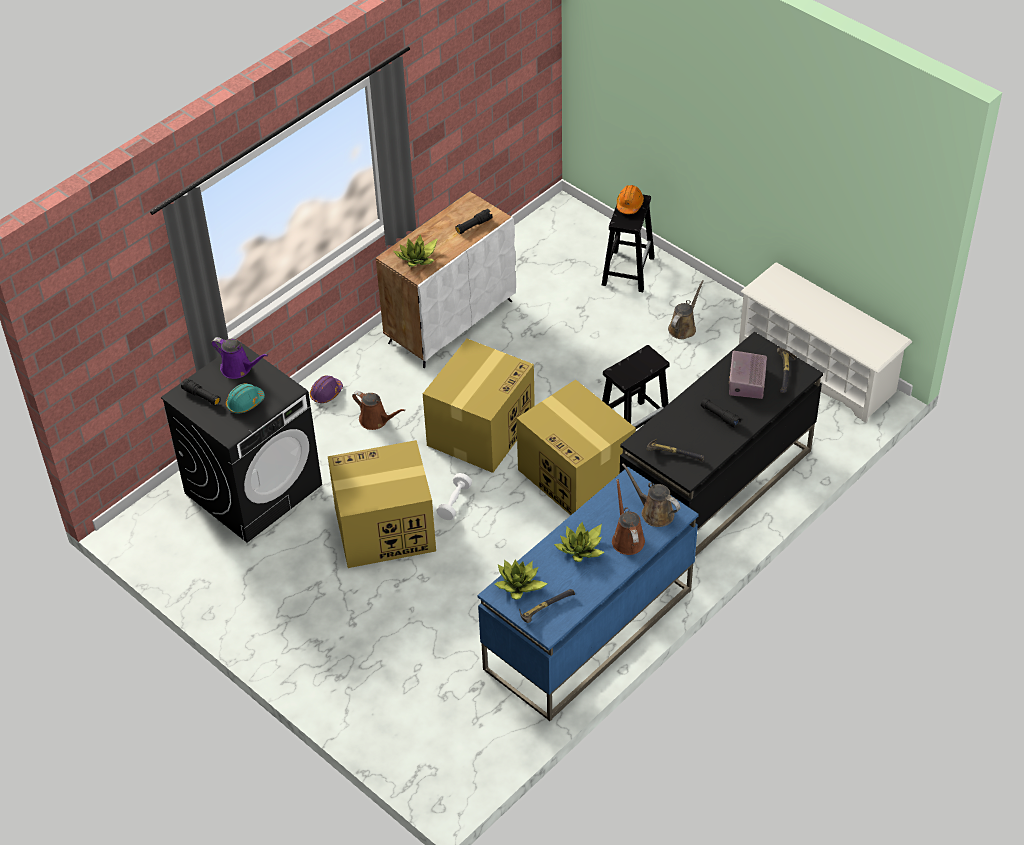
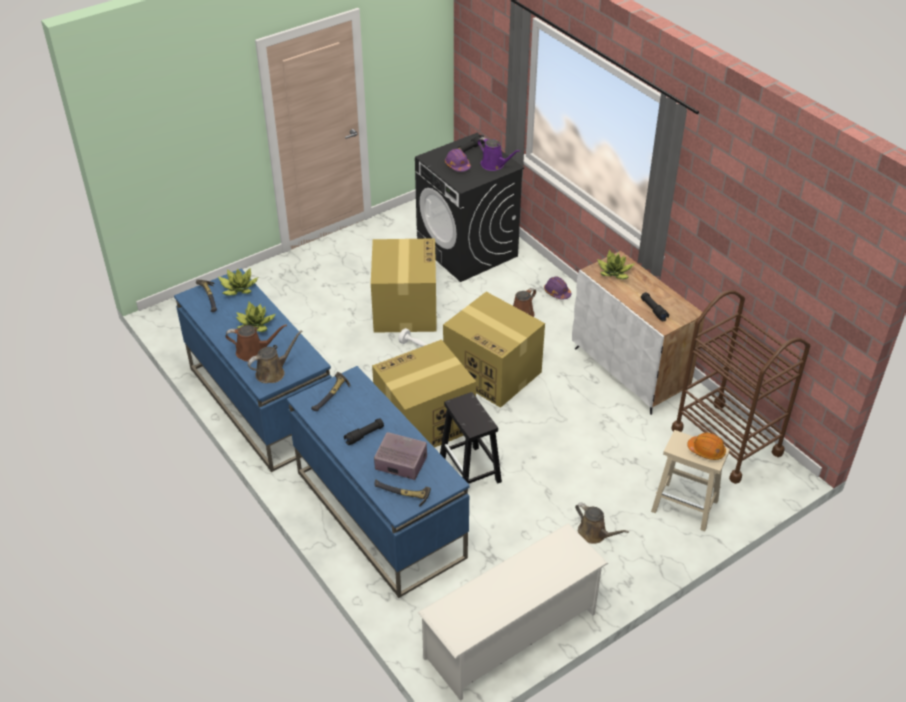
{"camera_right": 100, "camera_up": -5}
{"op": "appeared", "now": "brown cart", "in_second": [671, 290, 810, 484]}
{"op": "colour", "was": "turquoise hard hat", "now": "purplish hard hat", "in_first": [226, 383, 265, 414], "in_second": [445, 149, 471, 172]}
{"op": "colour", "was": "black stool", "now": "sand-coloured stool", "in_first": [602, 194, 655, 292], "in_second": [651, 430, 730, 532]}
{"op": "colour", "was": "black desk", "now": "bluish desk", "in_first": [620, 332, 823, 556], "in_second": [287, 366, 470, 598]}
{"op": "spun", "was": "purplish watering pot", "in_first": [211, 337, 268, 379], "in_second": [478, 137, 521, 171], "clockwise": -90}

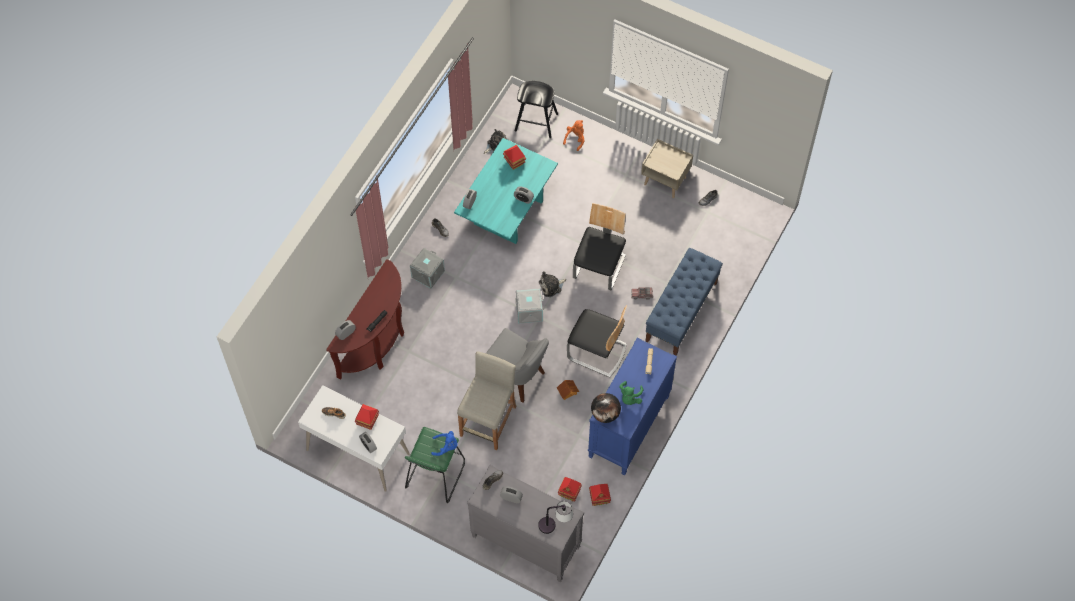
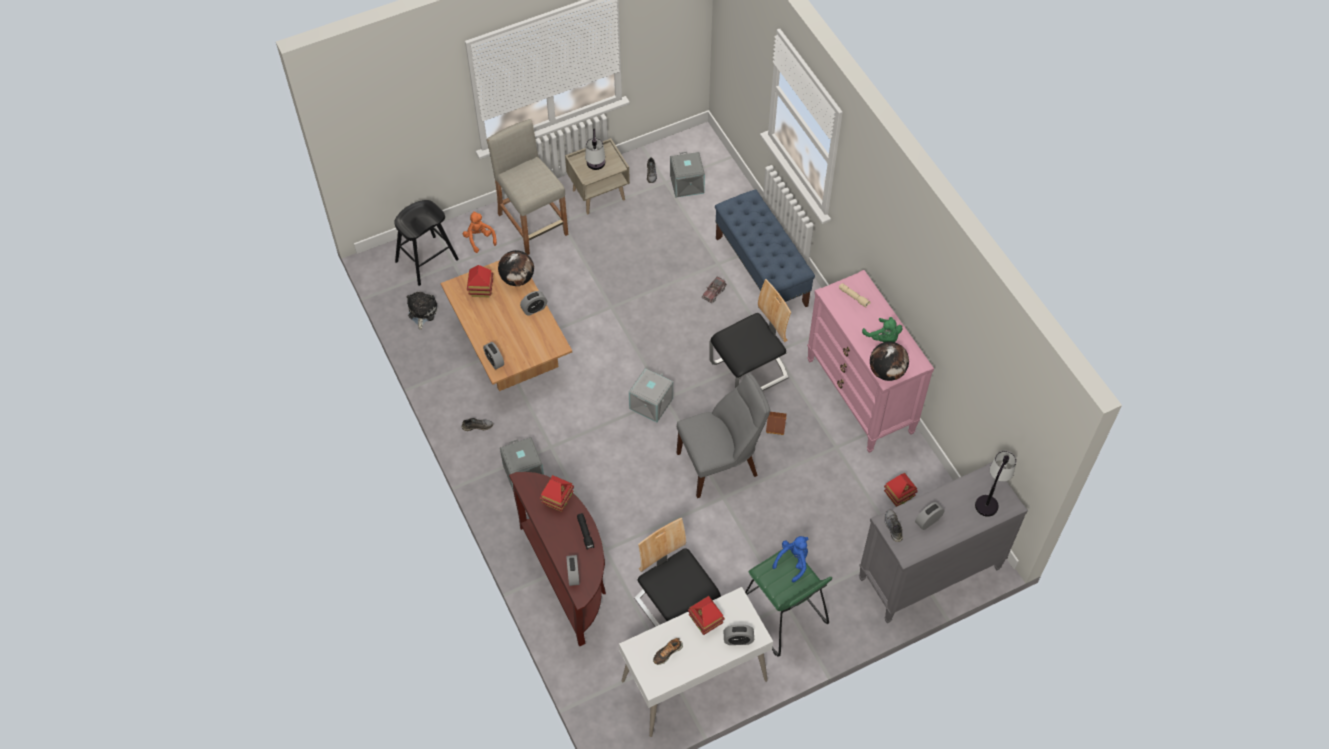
{"camera_right": -55, "camera_up": -5}
{"op": "missing", "was": "plush toy", "in_first": [539, 271, 566, 297]}
{"op": "appeared", "now": "globe", "in_second": [498, 250, 534, 286]}
{"op": "appeared", "now": "table lamp", "in_second": [585, 129, 605, 170]}
{"op": "appeared", "now": "grey storage container", "in_second": [670, 152, 705, 198]}
{"op": "relocated", "was": "sand-coloured stool", "in_first": [457, 351, 516, 450], "in_second": [486, 119, 568, 255]}
{"op": "relocated", "was": "plain chair", "in_first": [573, 203, 626, 290], "in_second": [634, 518, 721, 627]}
{"op": "relocated", "was": "toy house", "in_first": [589, 484, 611, 506], "in_second": [540, 475, 574, 512]}
{"op": "colour", "was": "turquoise coffee table", "now": "brown coffee table", "in_first": [454, 138, 558, 244], "in_second": [441, 260, 572, 391]}
{"op": "colour", "was": "bluish drawer chest", "now": "pink drawer chest", "in_first": [588, 337, 677, 475], "in_second": [807, 270, 934, 453]}

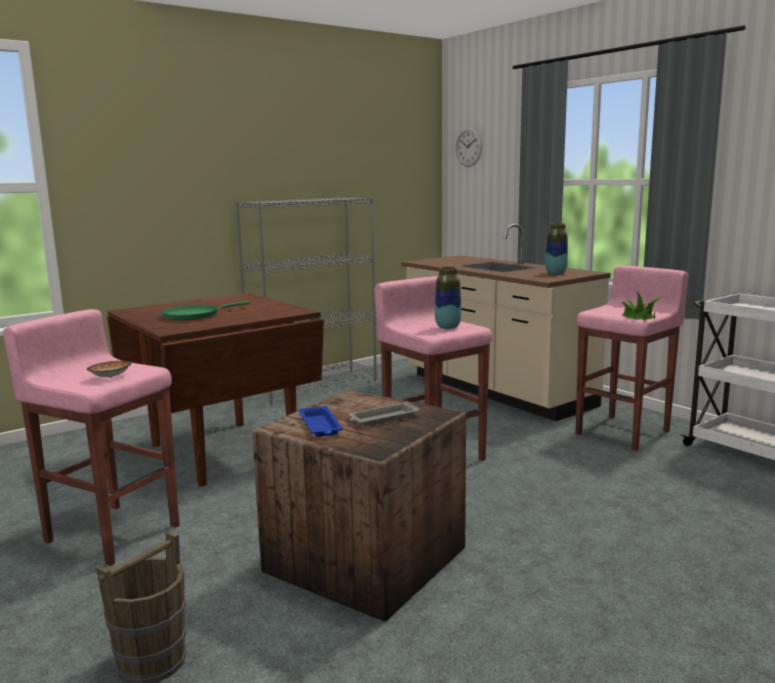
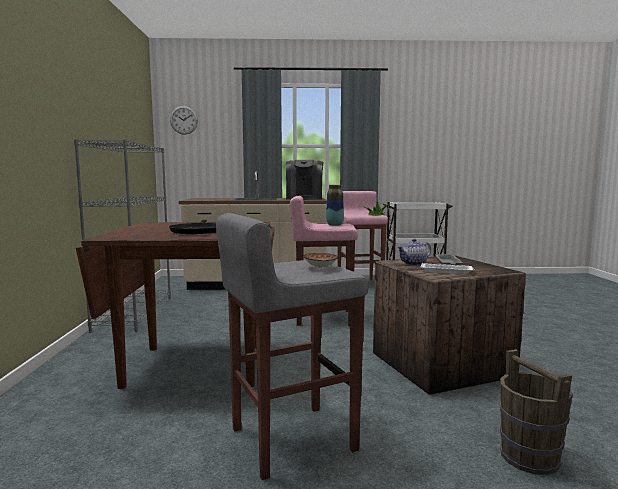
{"camera_right": -55, "camera_up": -5}
{"op": "appeared", "now": "tea pot", "in_second": [397, 239, 431, 266]}
{"op": "exchanged", "was": "flower vase", "now": "coffee machine", "in_first": [545, 223, 568, 275], "in_second": [286, 160, 323, 200]}
{"op": "colour", "was": "pink stool", "now": "grey stool", "in_first": [3, 309, 179, 566], "in_second": [216, 213, 368, 480]}
{"op": "colour", "was": "green-coloured pan", "now": "black pan", "in_first": [161, 301, 250, 320], "in_second": [169, 220, 216, 234]}
{"op": "colour", "was": "bluish tray", "now": "white tray", "in_first": [299, 406, 343, 437], "in_second": [421, 263, 475, 274]}

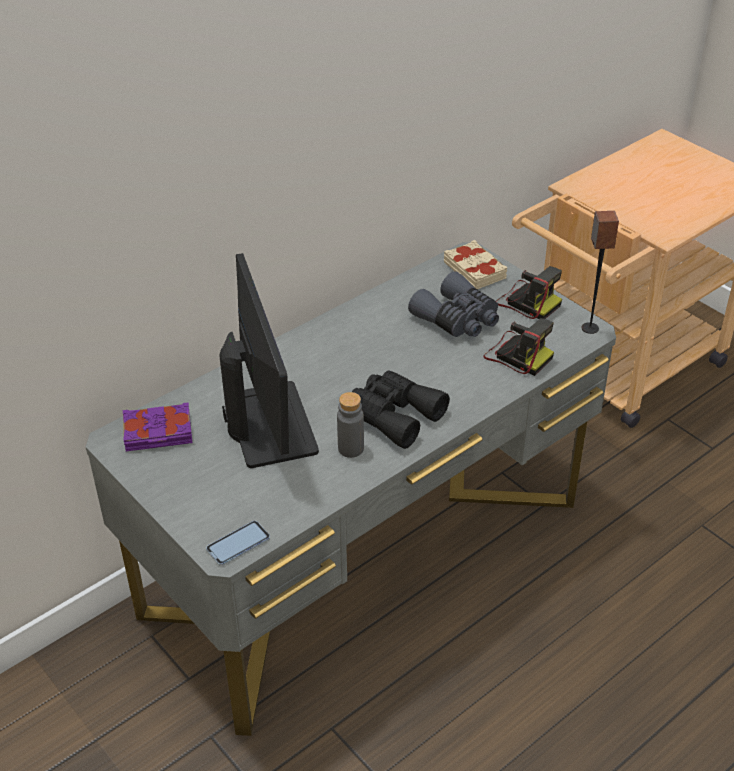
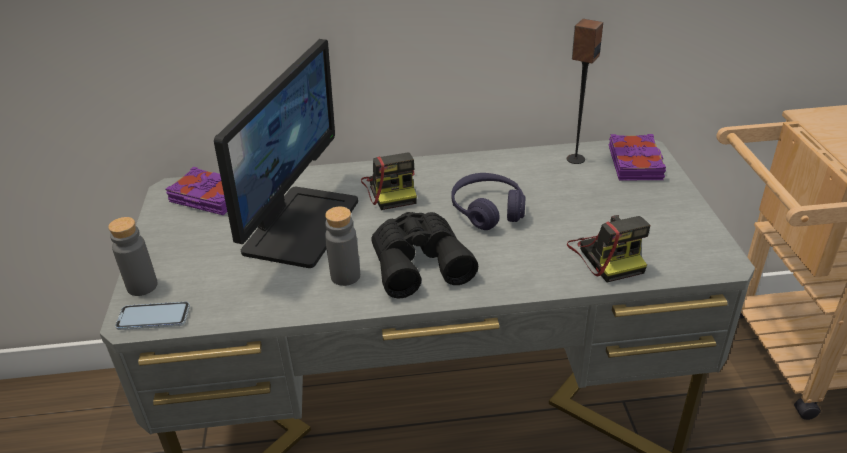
{"camera_right": 35, "camera_up": -5}
{"op": "missing", "was": "grey field glasses", "in_first": [408, 272, 499, 337]}
{"op": "appeared", "now": "grey beverage bottle", "in_second": [108, 217, 158, 296]}
{"op": "appeared", "now": "purplish headset", "in_second": [451, 173, 526, 230]}
{"op": "relocated", "was": "photo camera", "in_first": [496, 266, 562, 319], "in_second": [361, 152, 417, 210]}
{"op": "relocated", "was": "speaker", "in_first": [581, 211, 619, 334], "in_second": [567, 19, 603, 164]}
{"op": "colour", "was": "sand-coloured bound book", "now": "purplish bound book", "in_first": [444, 240, 507, 289], "in_second": [609, 134, 666, 180]}

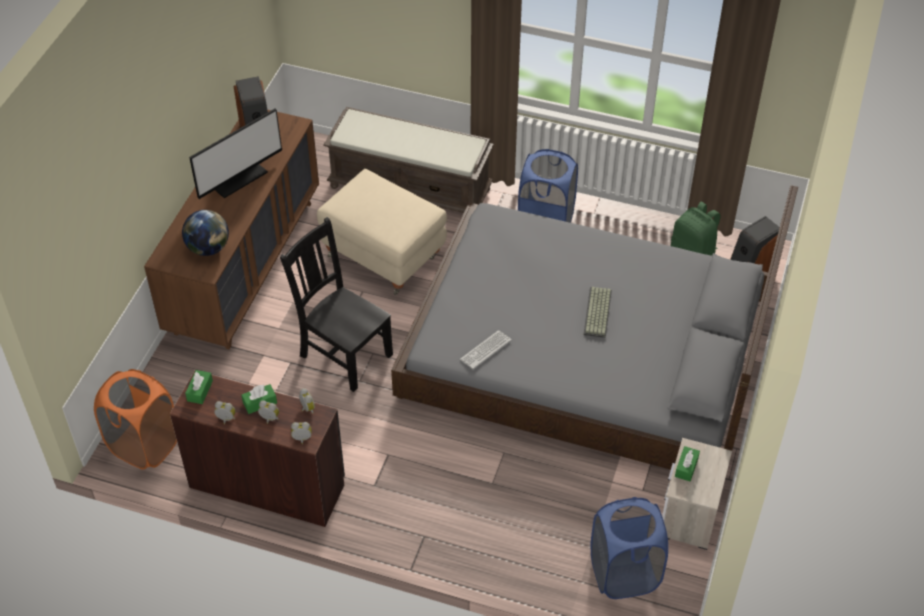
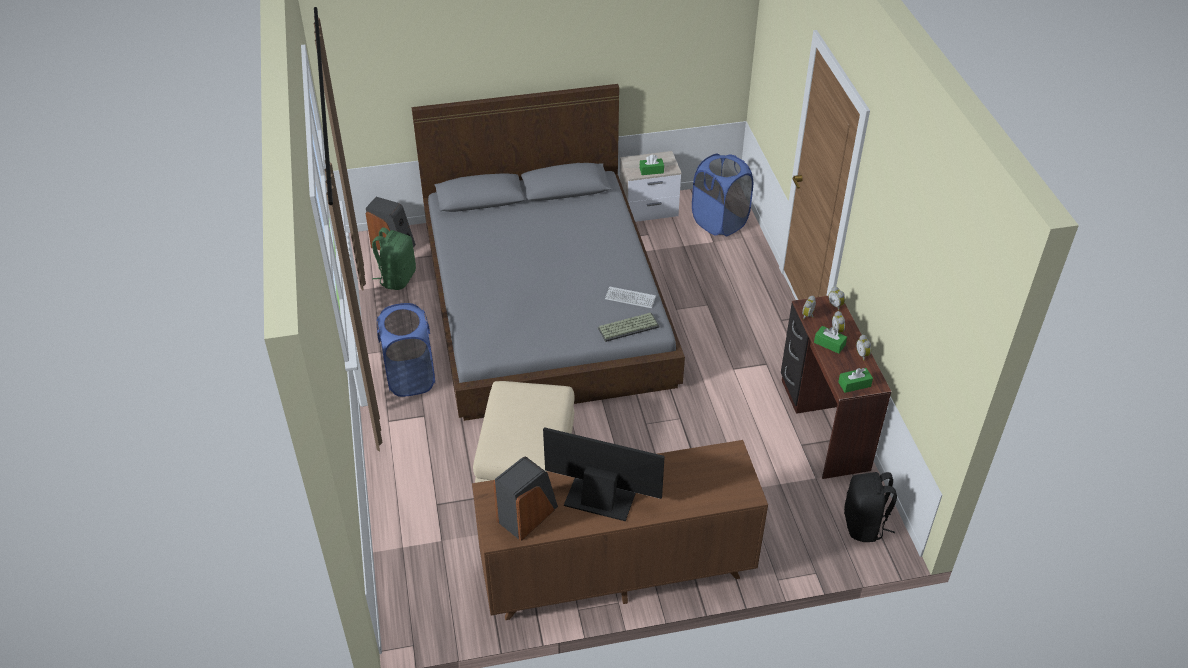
{"camera_right": -120, "camera_up": -5}
{"op": "missing", "was": "globe", "in_first": [182, 210, 229, 256]}
{"op": "missing", "was": "black plain chair", "in_first": [280, 217, 393, 392]}
{"op": "missing", "was": "brown bench", "in_first": [323, 107, 494, 213]}
{"op": "relocated", "was": "PC keyboard", "in_first": [584, 287, 612, 338], "in_second": [598, 313, 660, 342]}
{"op": "exchanged", "was": "orange-coloured washing basket", "now": "black knapsack", "in_first": [94, 369, 177, 470], "in_second": [844, 472, 897, 542]}

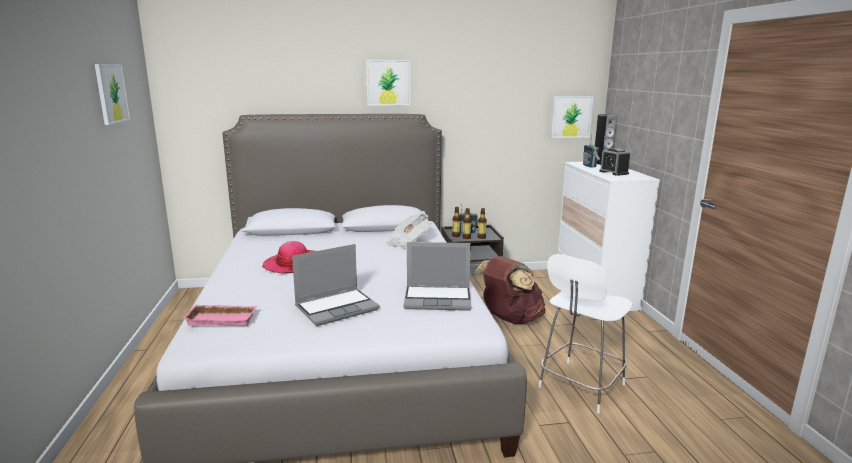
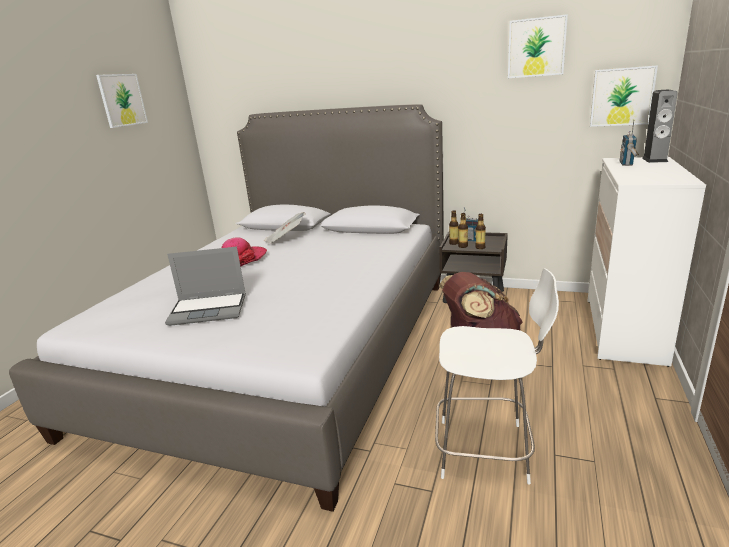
{"camera_right": 30, "camera_up": 5}
{"op": "missing", "was": "pink tray", "in_first": [183, 305, 258, 326]}
{"op": "missing", "was": "portable computer", "in_first": [403, 242, 472, 311]}
{"op": "missing", "was": "alarm clock", "in_first": [599, 148, 630, 176]}
{"op": "relocated", "was": "picture", "in_first": [366, 60, 411, 105], "in_second": [508, 14, 568, 78]}
{"op": "relocated", "was": "printed paper", "in_first": [385, 214, 431, 247], "in_second": [264, 212, 306, 244]}
{"op": "spun", "was": "white plain chair", "in_first": [538, 254, 632, 413], "in_second": [435, 269, 559, 484], "clockwise": -150}

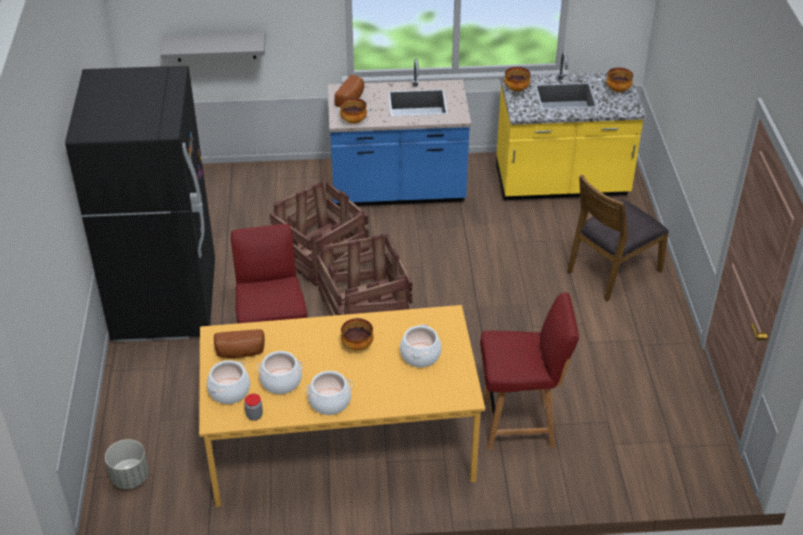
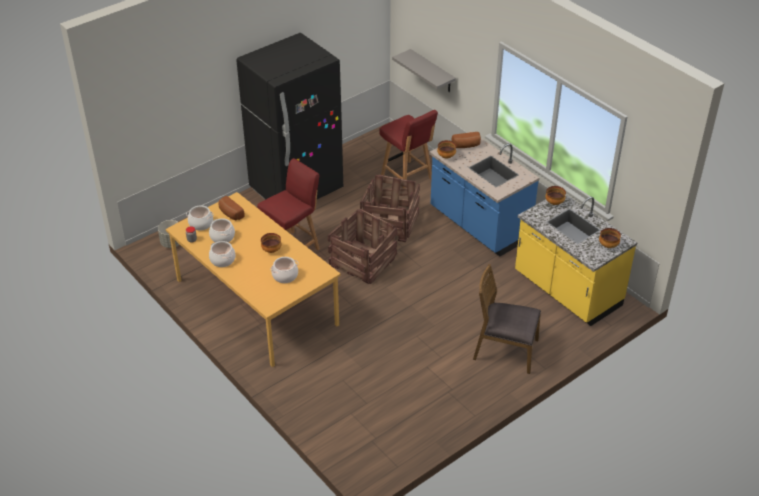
{"camera_right": 55, "camera_up": 0}
{"op": "relocated", "was": "red plain chair", "in_first": [480, 292, 579, 450], "in_second": [379, 110, 438, 188]}

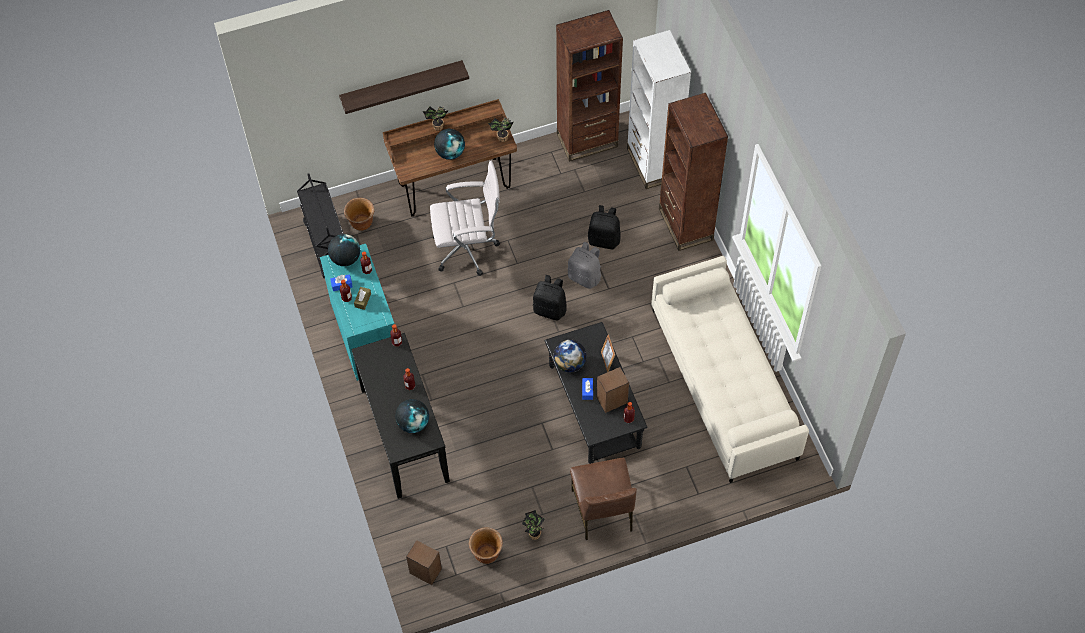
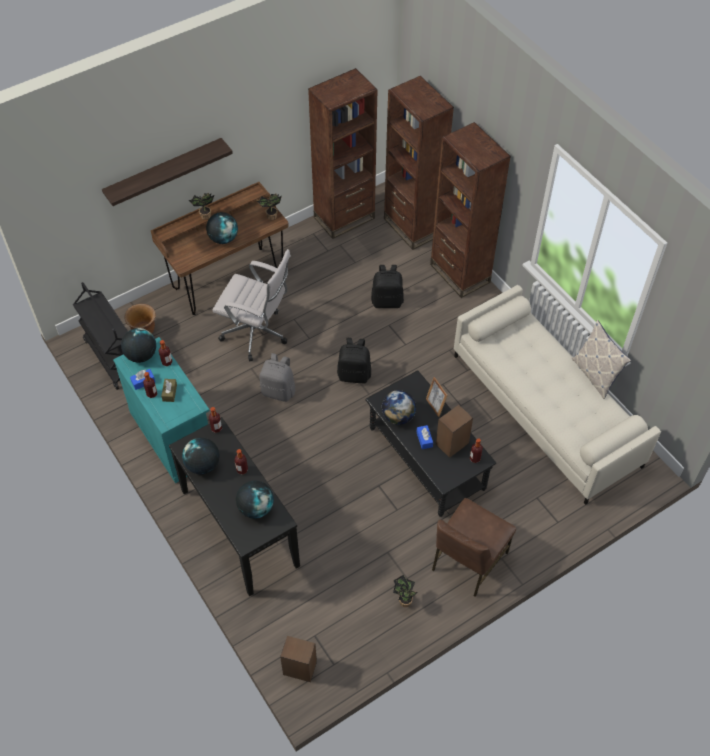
{"camera_right": -15, "camera_up": -5}
{"op": "missing", "was": "brown planter", "in_first": [469, 528, 503, 564]}
{"op": "appeared", "now": "globe", "in_second": [182, 438, 220, 475]}
{"op": "appeared", "now": "throw pillow", "in_second": [572, 320, 631, 399]}
{"op": "relocated", "was": "grey knapsack", "in_first": [567, 242, 601, 289], "in_second": [259, 353, 296, 402]}
{"op": "colour", "was": "white bookcase", "now": "brown bookcase", "in_first": [627, 30, 691, 189], "in_second": [384, 76, 454, 250]}
{"op": "spun", "was": "white office chair", "in_first": [430, 161, 500, 276], "in_second": [212, 249, 291, 361], "clockwise": 45}
{"op": "spun", "was": "brown plain chair", "in_first": [570, 458, 637, 540], "in_second": [432, 498, 516, 597], "clockwise": 60}

